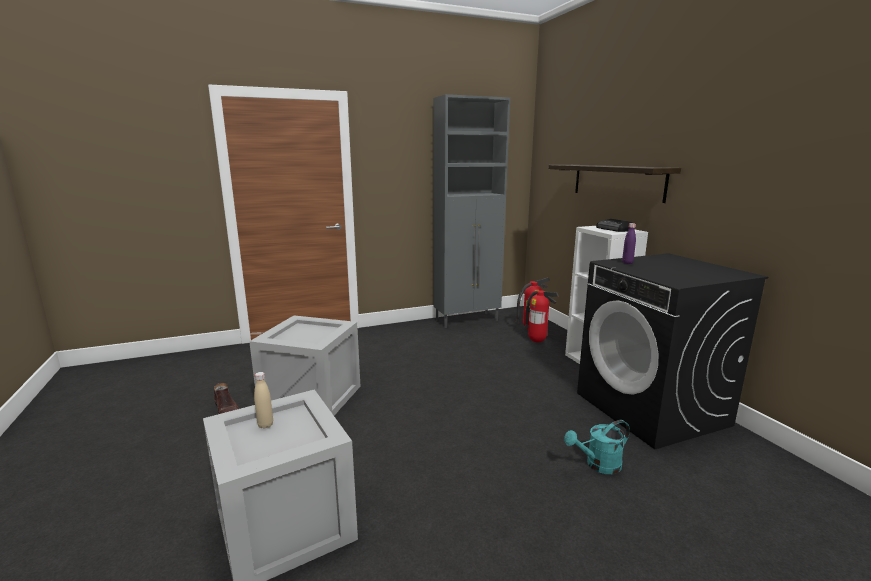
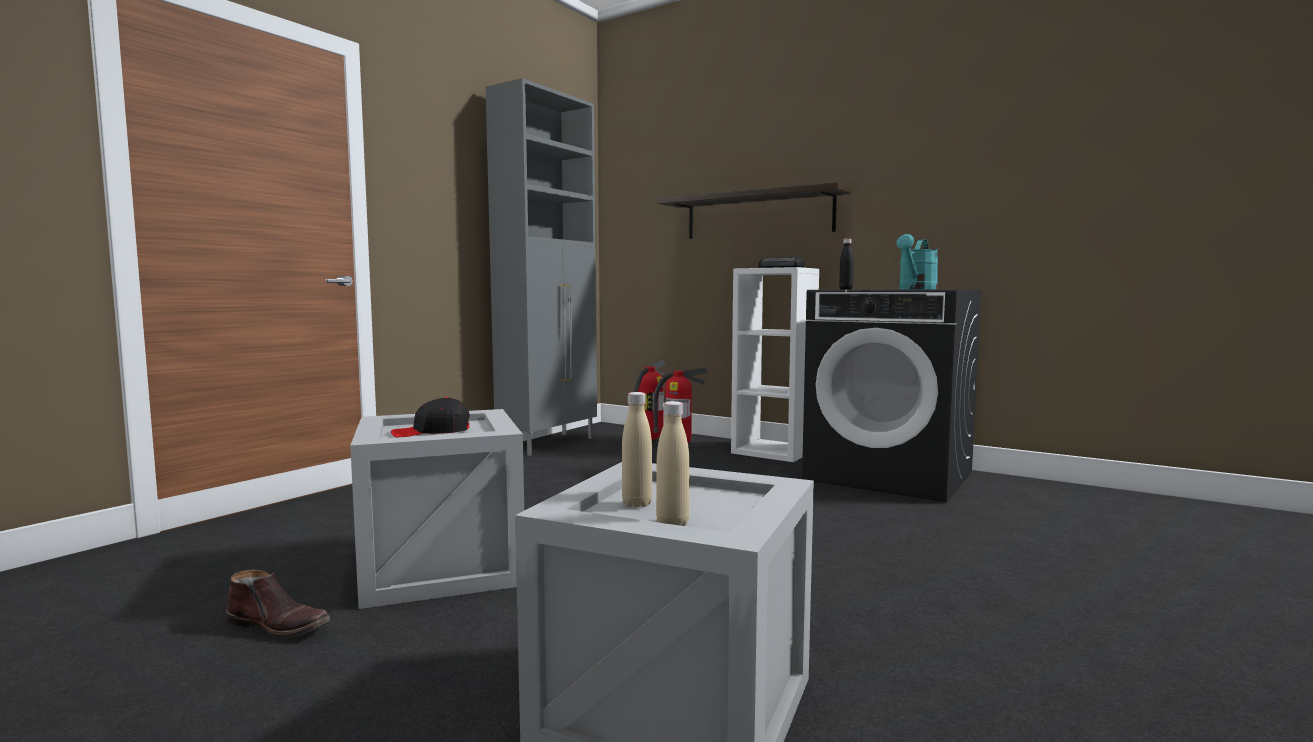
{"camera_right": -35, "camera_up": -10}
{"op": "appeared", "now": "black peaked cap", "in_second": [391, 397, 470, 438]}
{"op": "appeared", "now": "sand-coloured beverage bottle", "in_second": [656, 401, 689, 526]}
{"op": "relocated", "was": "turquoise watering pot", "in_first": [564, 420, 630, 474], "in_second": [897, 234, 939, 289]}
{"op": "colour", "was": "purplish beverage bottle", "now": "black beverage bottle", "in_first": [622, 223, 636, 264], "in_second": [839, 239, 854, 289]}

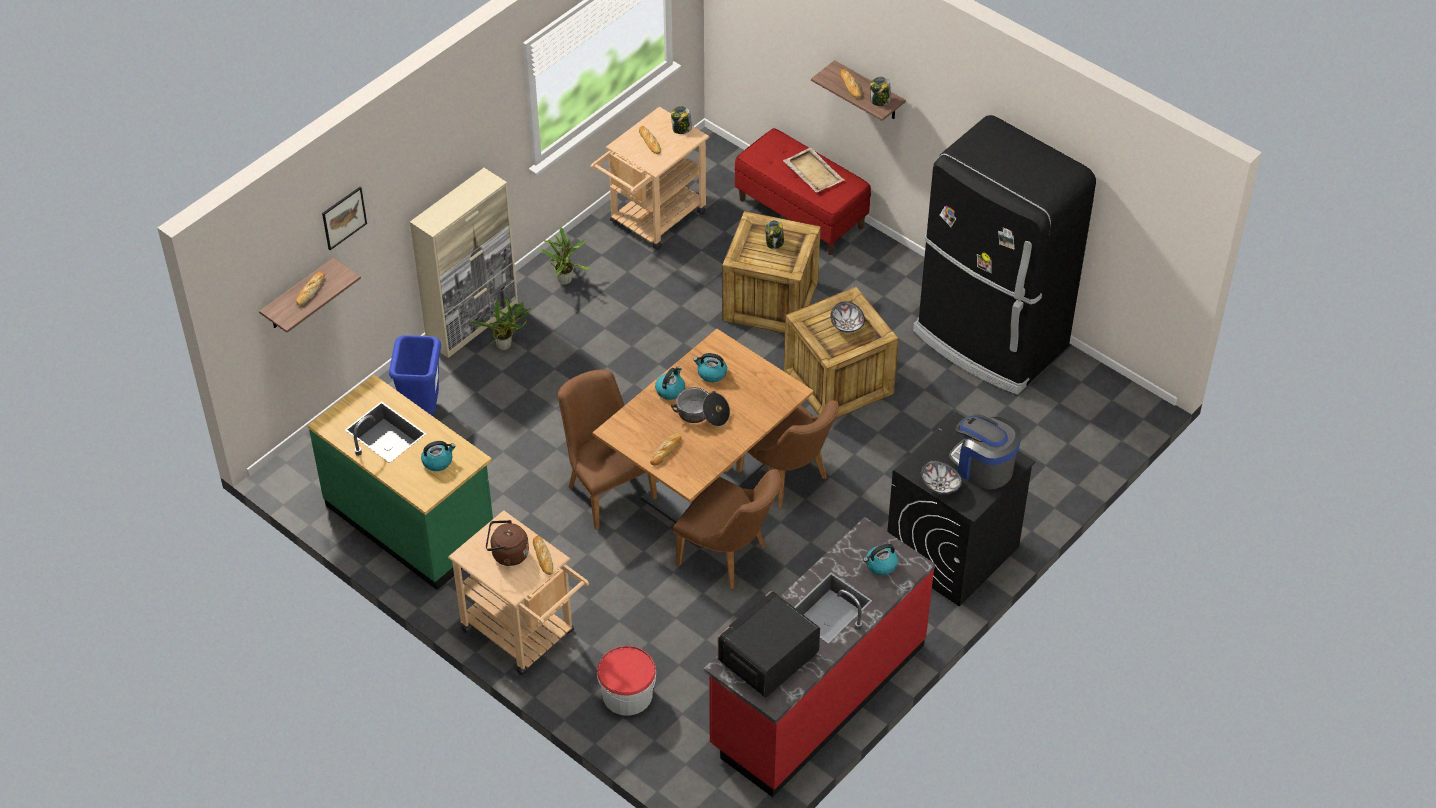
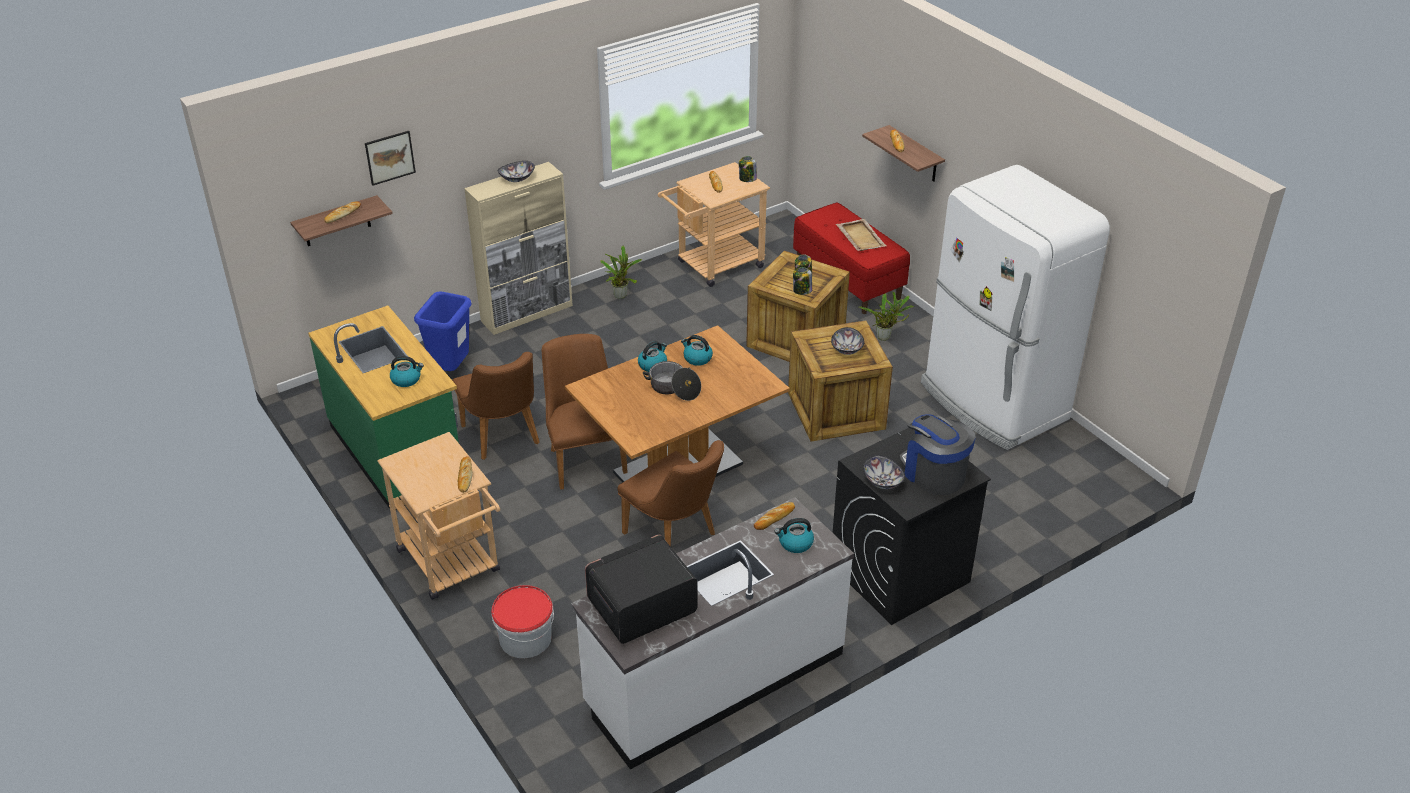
{"camera_right": 15, "camera_up": -10}
{"op": "missing", "was": "brown kettle", "in_first": [486, 520, 529, 566]}
{"op": "appeared", "now": "deep dish", "in_second": [498, 161, 535, 182]}
{"op": "relocated", "was": "potted plant", "in_first": [471, 298, 530, 350], "in_second": [858, 292, 915, 341]}
{"op": "relocated", "was": "bread", "in_first": [650, 433, 681, 466], "in_second": [754, 502, 795, 530]}
{"op": "relocated", "was": "brown plain chair", "in_first": [736, 400, 839, 508], "in_second": [452, 352, 540, 460]}
{"op": "relocated", "was": "preserve jar", "in_first": [870, 77, 891, 106], "in_second": [793, 267, 812, 295]}
{"op": "colour", "was": "red kitchen base unit", "now": "white kitchen base unit", "in_first": [704, 517, 935, 797], "in_second": [571, 497, 854, 770]}
{"op": "colour", "was": "black fridge", "now": "white fridge", "in_first": [913, 115, 1096, 395], "in_second": [921, 165, 1110, 450]}

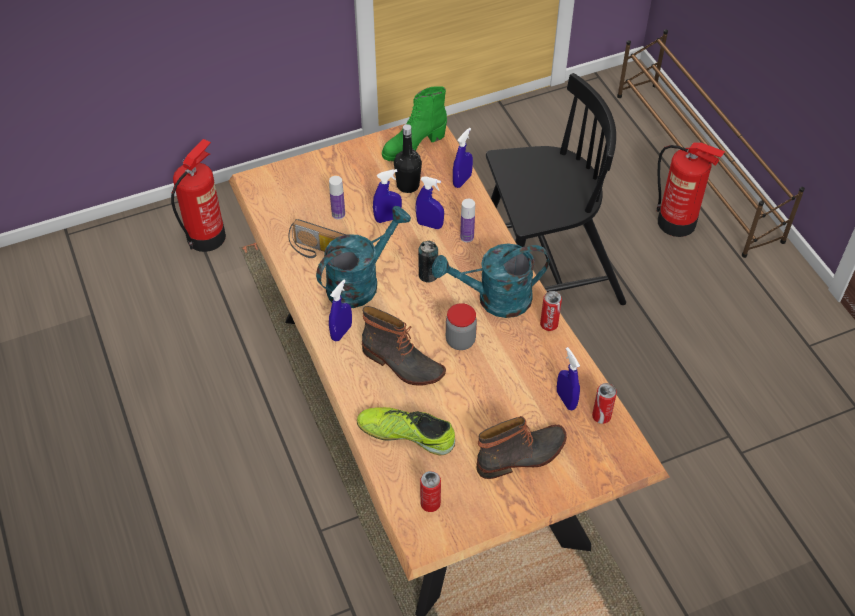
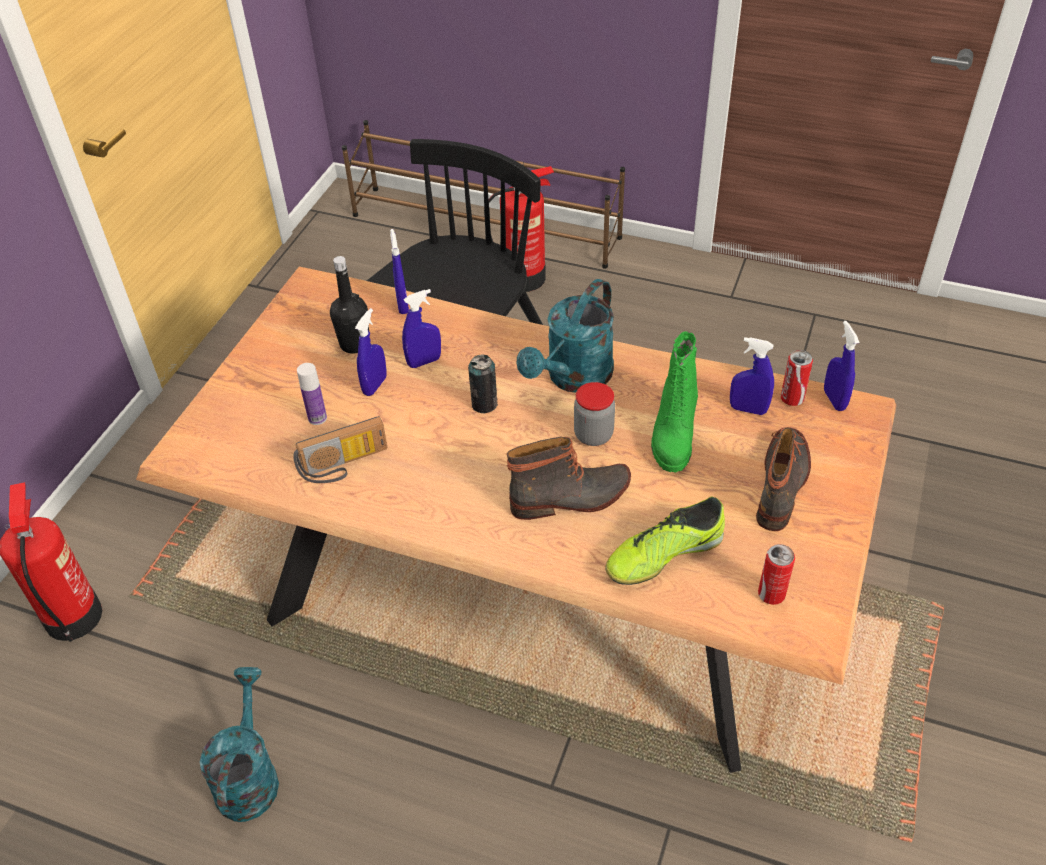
{"camera_right": -45, "camera_up": -5}
{"op": "missing", "was": "beverage bottle", "in_first": [460, 199, 475, 242]}
{"op": "missing", "was": "can", "in_first": [540, 291, 562, 331]}
{"op": "relocated", "was": "turquoise watering pot", "in_first": [316, 206, 411, 308], "in_second": [200, 667, 279, 822]}
{"op": "relocated", "was": "bluish spray bottle", "in_first": [329, 279, 352, 341], "in_second": [824, 321, 860, 411]}
{"op": "relocated", "was": "green-coloured boot", "in_first": [382, 86, 447, 161], "in_second": [651, 331, 698, 472]}

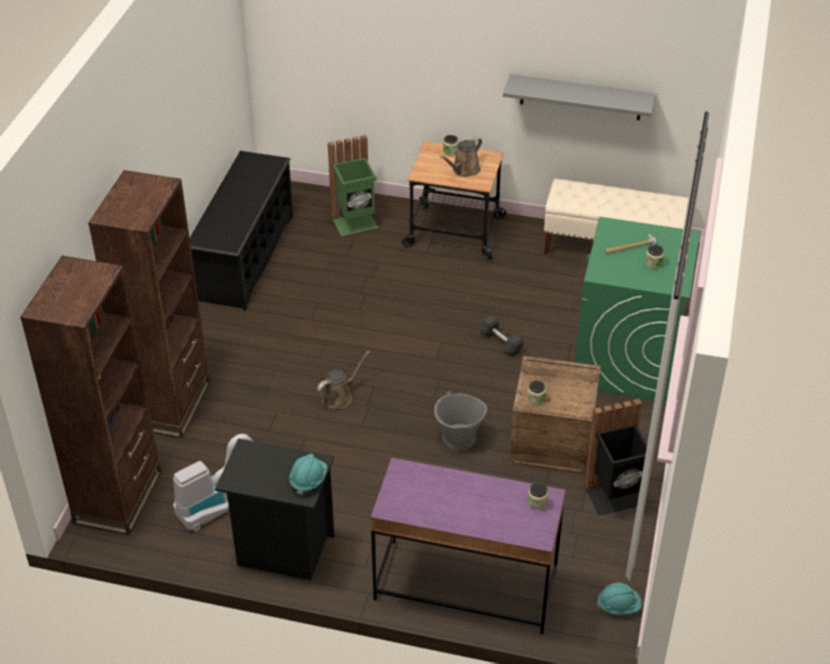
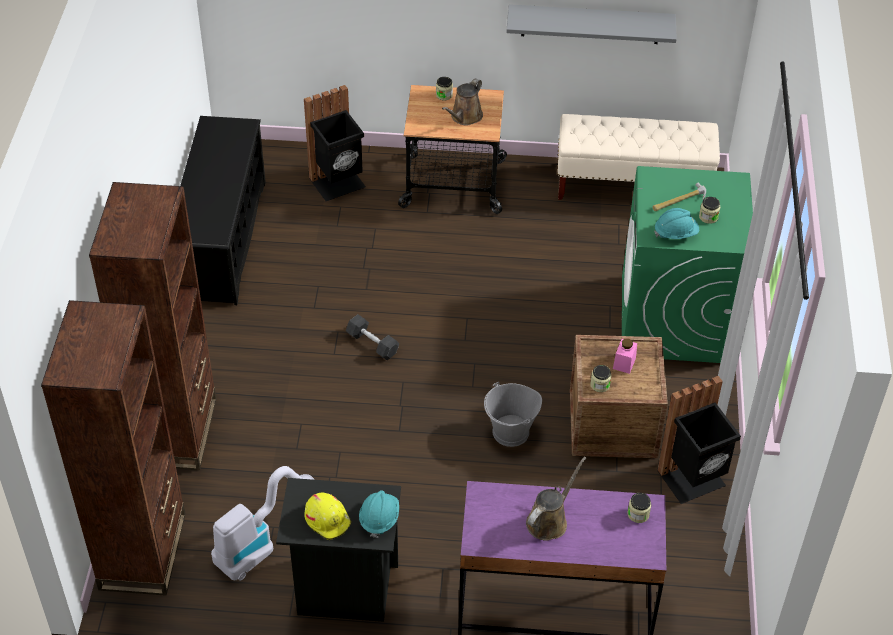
{"camera_right": -10, "camera_up": 5}
{"op": "appeared", "now": "yellowish hard hat", "in_second": [304, 492, 351, 540]}
{"op": "appeared", "now": "pink preserve jar", "in_second": [613, 339, 637, 374]}
{"op": "relocated", "was": "brown watering pot", "in_first": [317, 351, 370, 409], "in_second": [526, 457, 586, 541]}
{"op": "relocated", "was": "grey hand weight", "in_first": [479, 316, 524, 357], "in_second": [346, 314, 399, 360]}
{"op": "relocated", "was": "turquoise hard hat", "in_first": [597, 583, 642, 615], "in_second": [654, 208, 699, 239]}
{"op": "colour", "was": "green-coloured waste bin", "now": "black waste bin", "in_first": [328, 135, 378, 236], "in_second": [304, 85, 366, 201]}

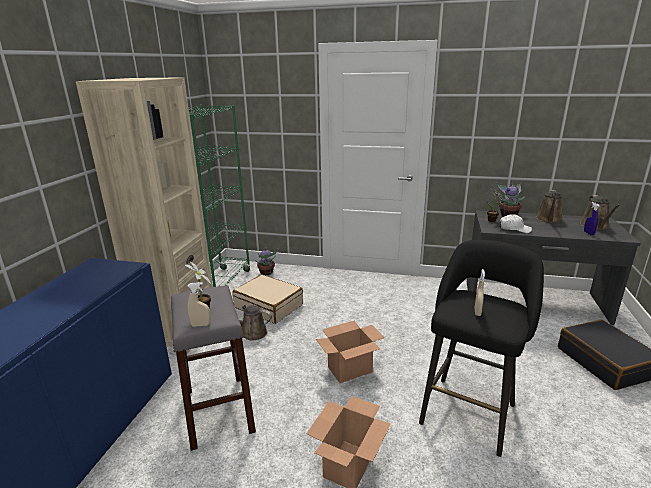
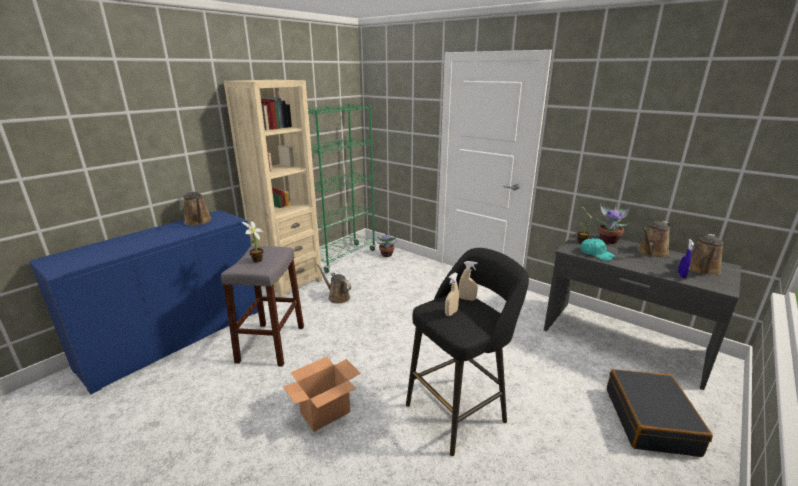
{"camera_right": 25, "camera_up": 0}
{"op": "missing", "was": "sand-coloured suitcase", "in_first": [232, 274, 303, 324]}
{"op": "missing", "was": "packing box", "in_first": [316, 321, 385, 383]}
{"op": "appeared", "now": "brown watering pot", "in_second": [184, 191, 212, 226]}
{"op": "relocated", "was": "sand-coloured spray bottle", "in_first": [187, 282, 211, 327], "in_second": [459, 261, 478, 301]}
{"op": "colour", "was": "white peaked cap", "now": "turquoise peaked cap", "in_first": [500, 214, 532, 233], "in_second": [580, 238, 615, 261]}

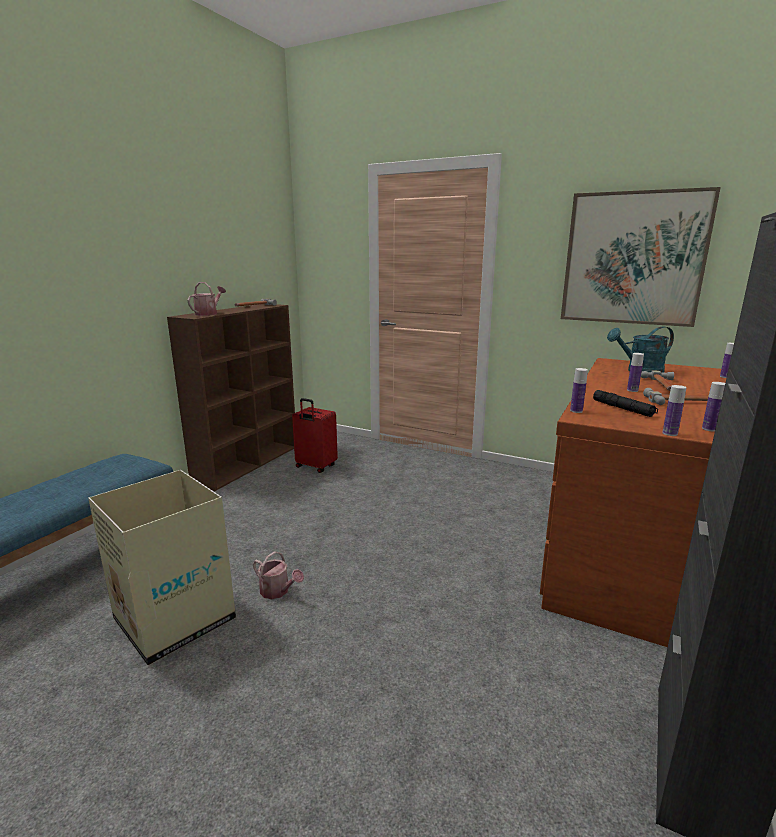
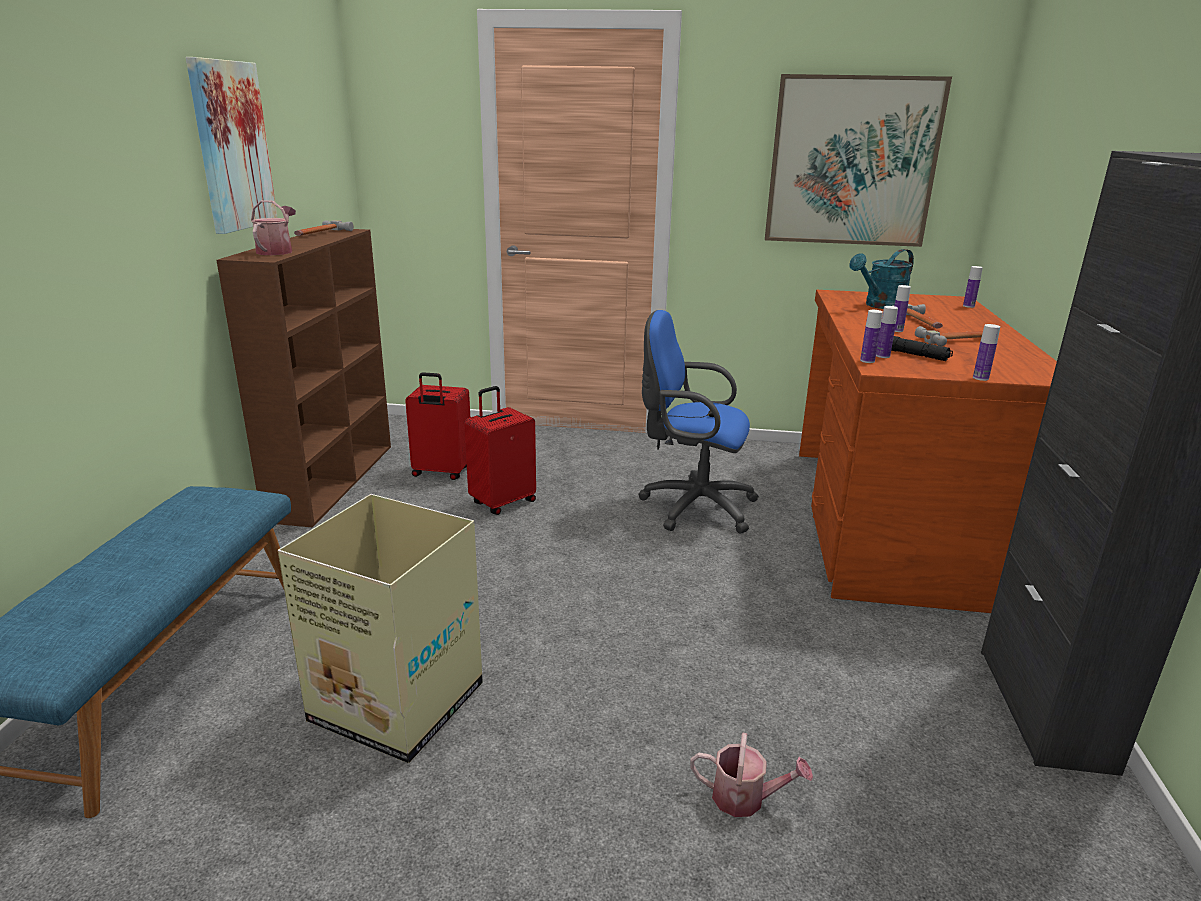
{"camera_right": -20, "camera_up": 5}
{"op": "appeared", "now": "picture", "in_second": [186, 57, 278, 234]}
{"op": "appeared", "now": "red suitcase", "in_second": [464, 386, 536, 515]}
{"op": "appeared", "now": "bluish office chair", "in_second": [638, 310, 759, 534]}
{"op": "relocated", "was": "watering pot", "in_first": [253, 551, 304, 599], "in_second": [690, 733, 813, 817]}
{"op": "relocated", "was": "beverage bottle", "in_first": [702, 382, 725, 432], "in_second": [876, 306, 898, 358]}

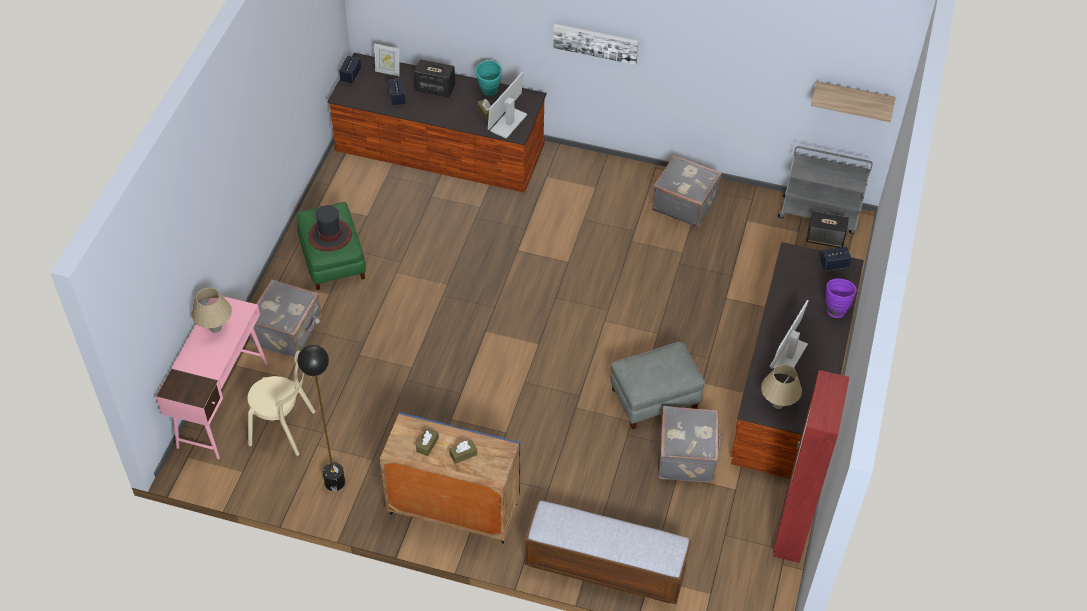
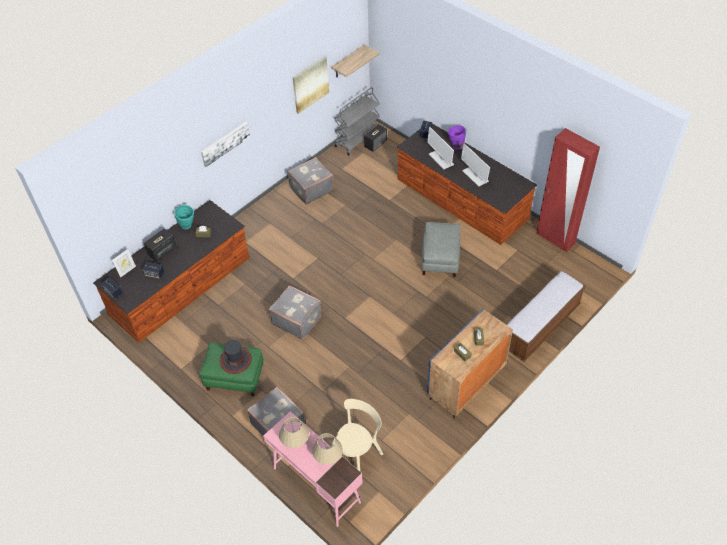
{"camera_right": -60, "camera_up": 0}
{"op": "missing", "was": "black floor lamp", "in_first": [297, 345, 345, 491]}
{"op": "appeared", "now": "picture", "in_second": [293, 56, 329, 114]}
{"op": "relocated", "was": "computer screen", "in_first": [488, 72, 527, 139], "in_second": [427, 127, 454, 169]}
{"op": "relocated", "was": "grey suitcase", "in_first": [658, 406, 721, 482], "in_second": [269, 285, 322, 340]}
{"op": "relocated", "was": "sand-coloured table lamp", "in_first": [761, 364, 802, 409], "in_second": [312, 433, 343, 465]}

